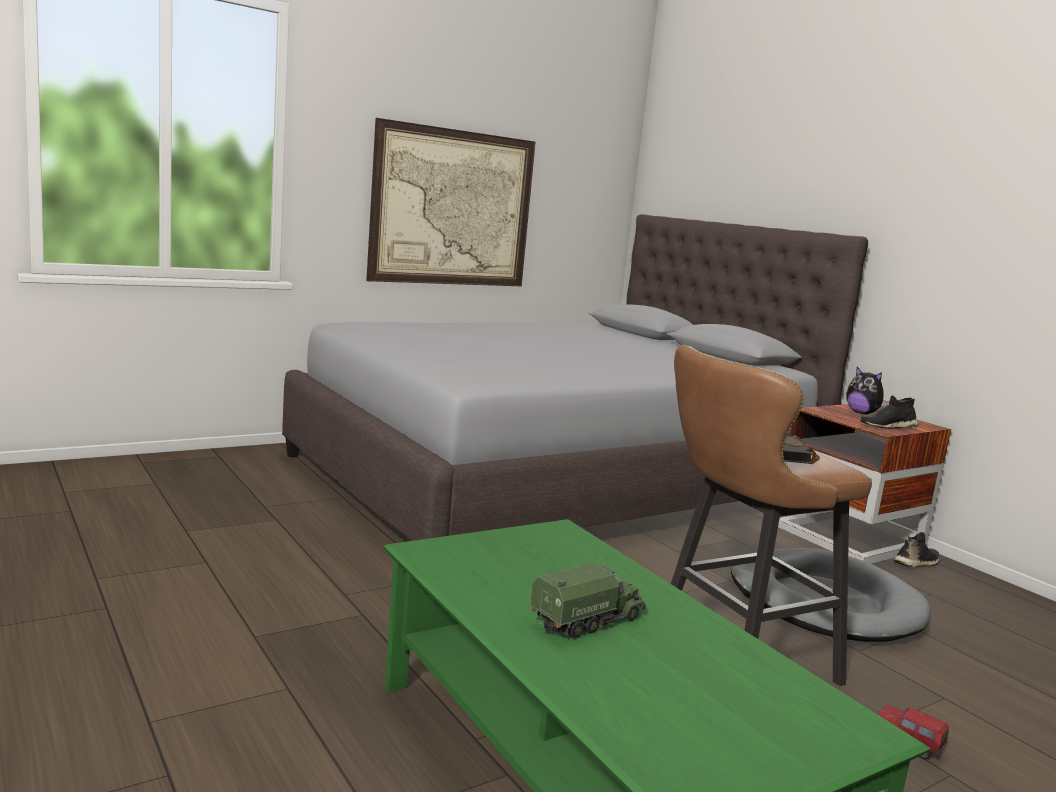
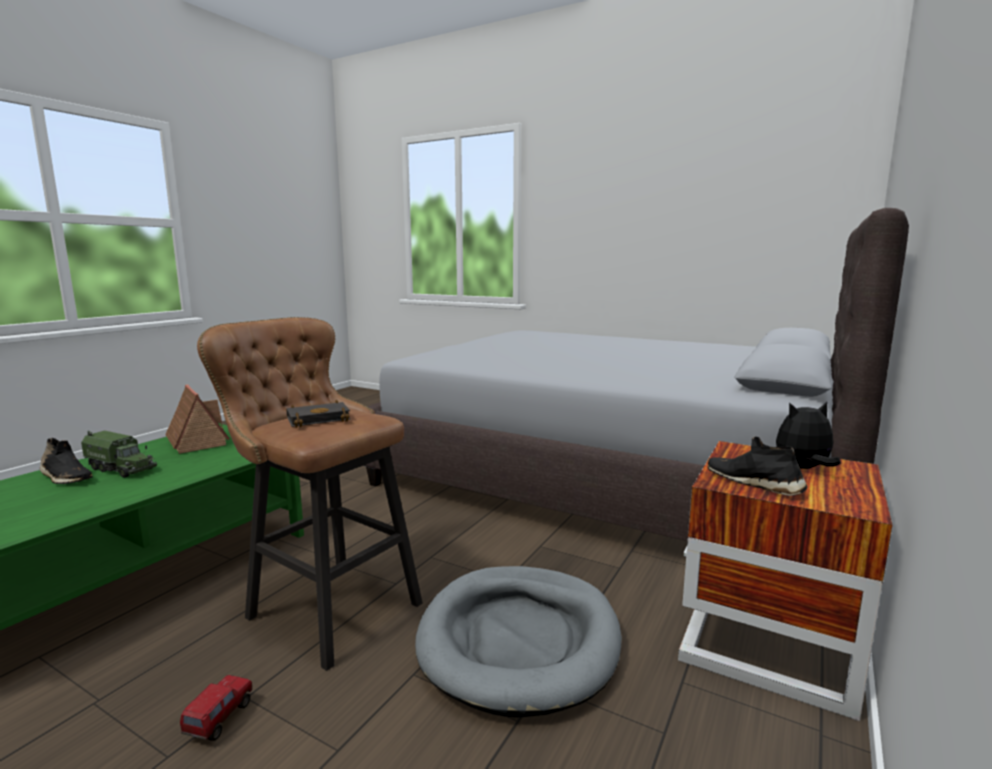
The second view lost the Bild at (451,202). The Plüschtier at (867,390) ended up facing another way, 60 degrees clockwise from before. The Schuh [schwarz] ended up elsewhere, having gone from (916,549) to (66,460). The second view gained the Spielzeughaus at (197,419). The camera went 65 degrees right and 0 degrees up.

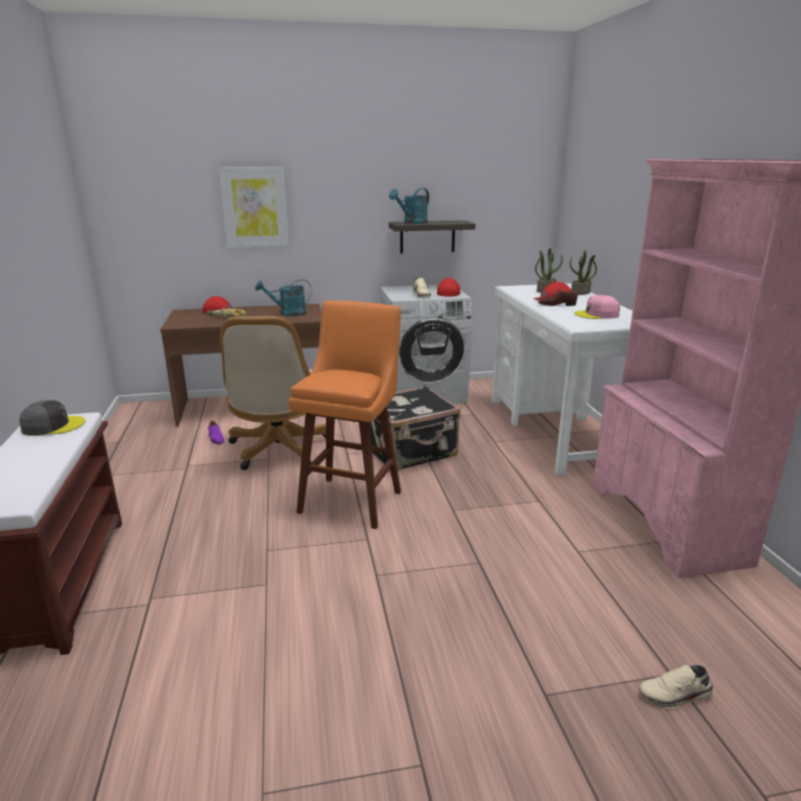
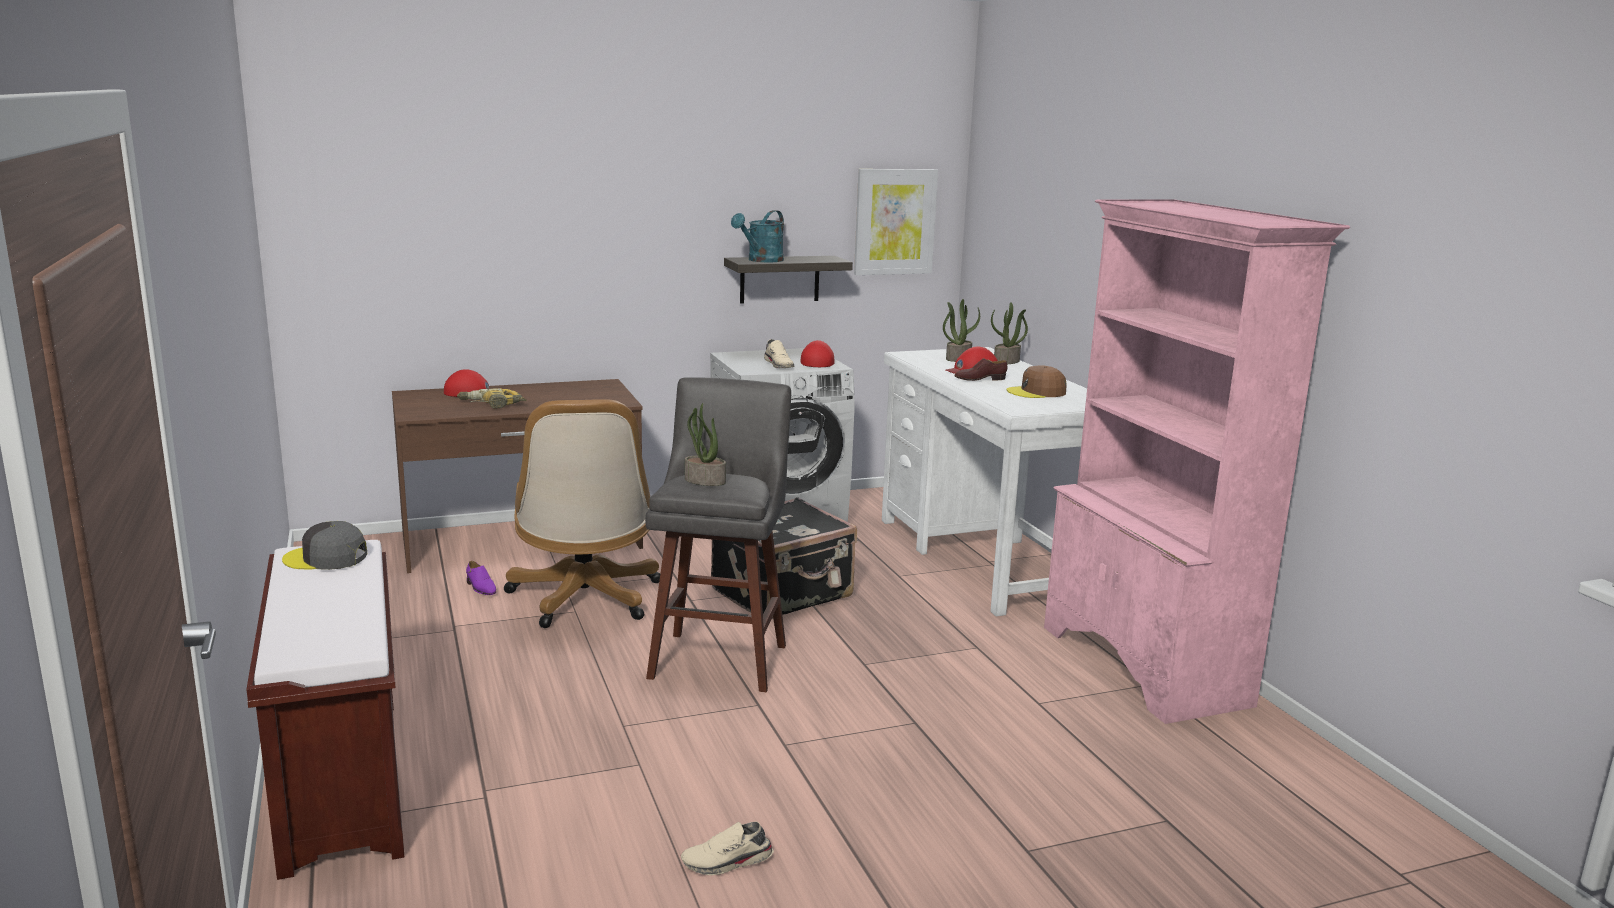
The Kappe [grau] at (52,418) ended up facing another way, 150 degrees counterclockwise from before. The Bild ended up elsewhere, having gone from (254,207) to (896,222). The second view lost the Gießkanne [türkis] at (283,297). What was the Hocker [orange] at (344,414) turned into the Hocker [grau] at (718,534). What was the Kappe [rosa] at (597,307) turned into the Kappe [braun] at (1036,381). The Schuh [beige] ended up elsewhere, having gone from (676,687) to (727,849). The second view gained the Topfpflanze at (705,444). The camera went 10 degrees left and 5 degrees down.

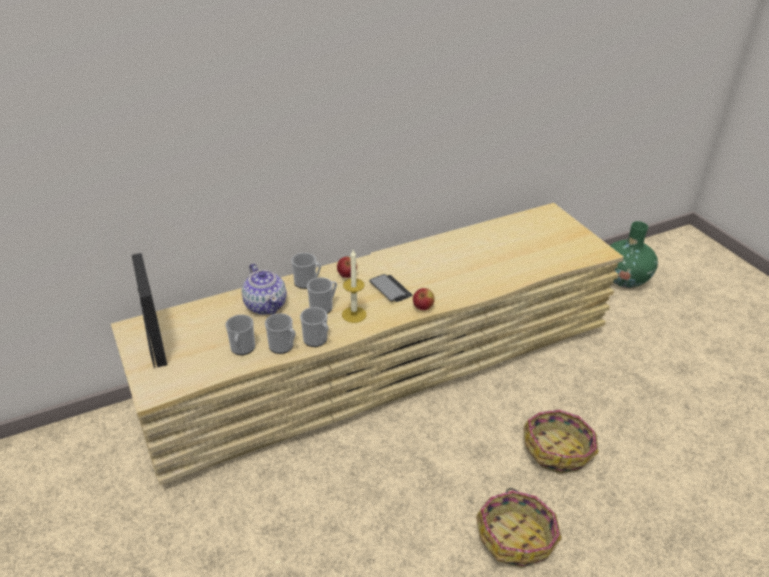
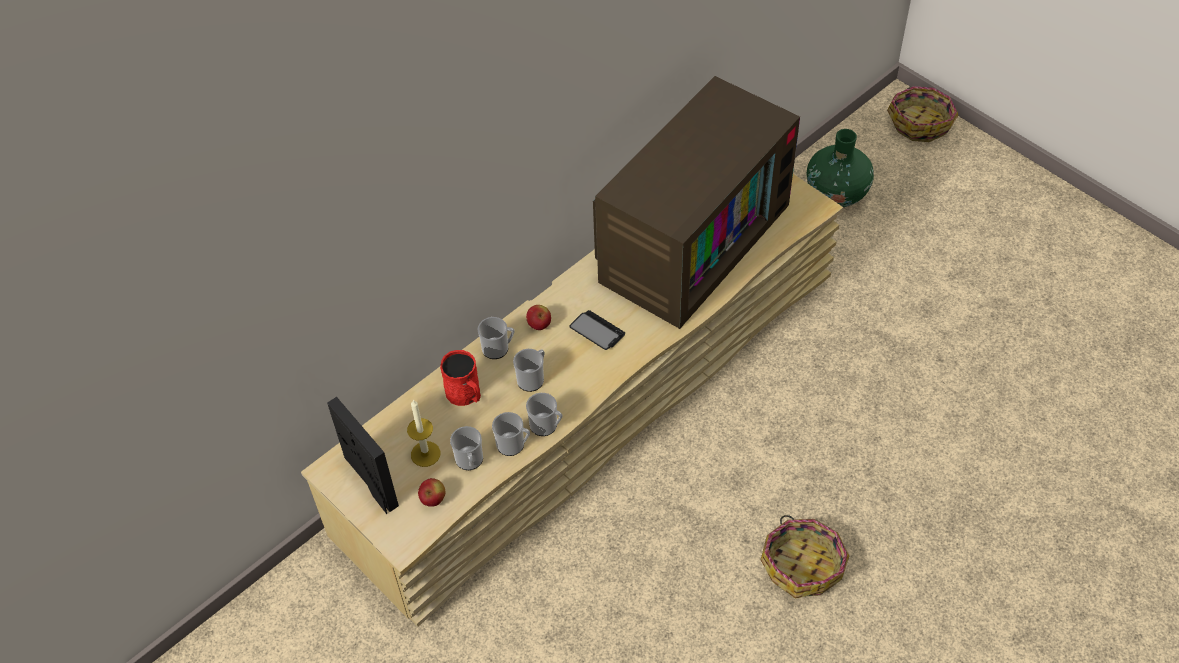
Where the Teekanne stood at (264,289), the Henkelbecher [rot] came to stand at (460,378). The Kerze ended up elsewhere, having gone from (354,286) to (423,433). The Apfel ended up elsewhere, having gone from (424,299) to (431,492). The Korb ended up elsewhere, having gone from (561,442) to (922,114). The second view gained the Fernseher at (696,202). The camera went 15 degrees left and 15 degrees up.

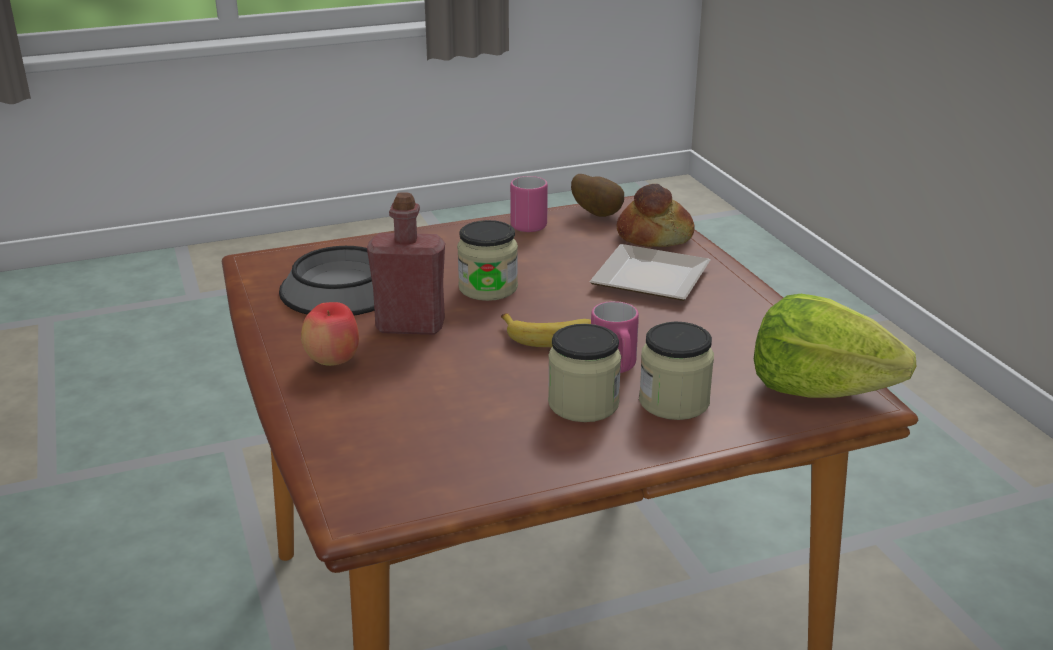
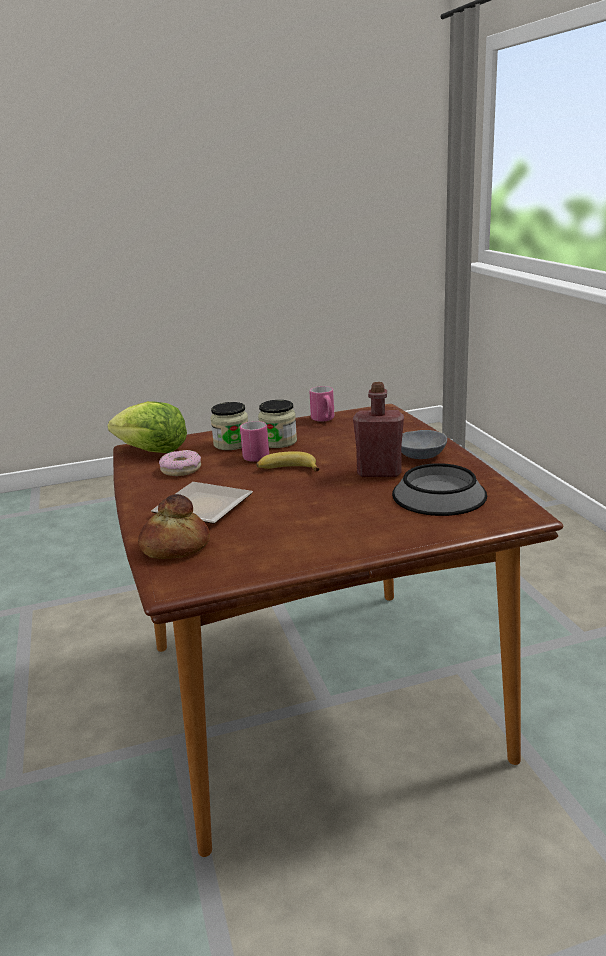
Where the Apfel stood at (330,334), the Schüssel [grau] came to stand at (424,444). The second view lost the Vorratsglas at (487,260). The Henkelbecher [rosa] ended up elsewhere, having gone from (529,204) to (322,404). The second view lost the Kartoffel at (597,195). The second view gained the Donut at (180,463). The camera went 175 degrees left and 5 degrees down.

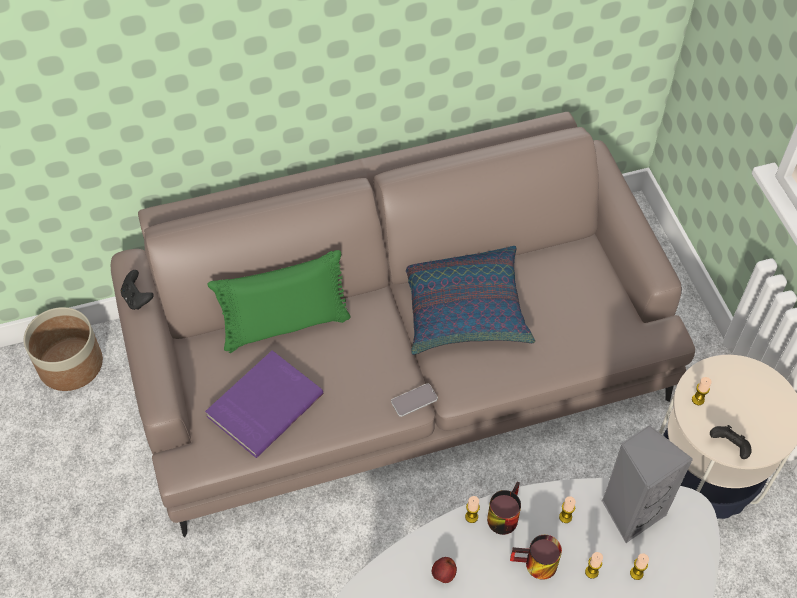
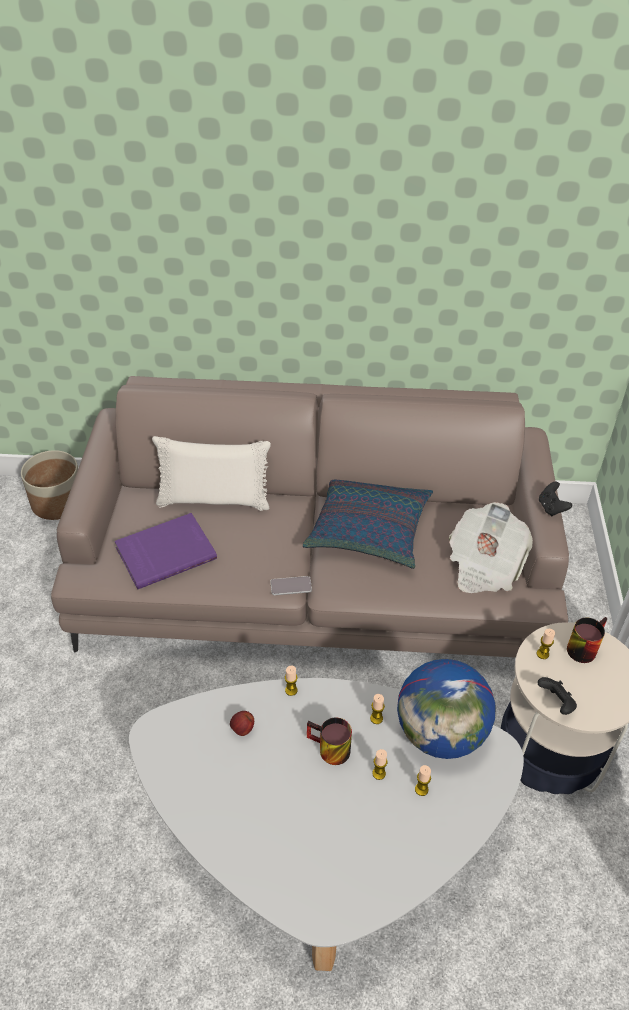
The Gamepad [schwarz] ended up elsewhere, having gone from (137,290) to (555,498). What was the Kissen [grün] at (279,301) turned into the Kissen [weiß] at (211,473). The Henkelbecher ended up elsewhere, having gone from (504,508) to (587,640). Where the Lautsprecher [grau] stood at (647,484), the Globus came to stand at (446,709). The second view gained the Zeitung at (491,547). The camera went 20 degrees right and 10 degrees down.

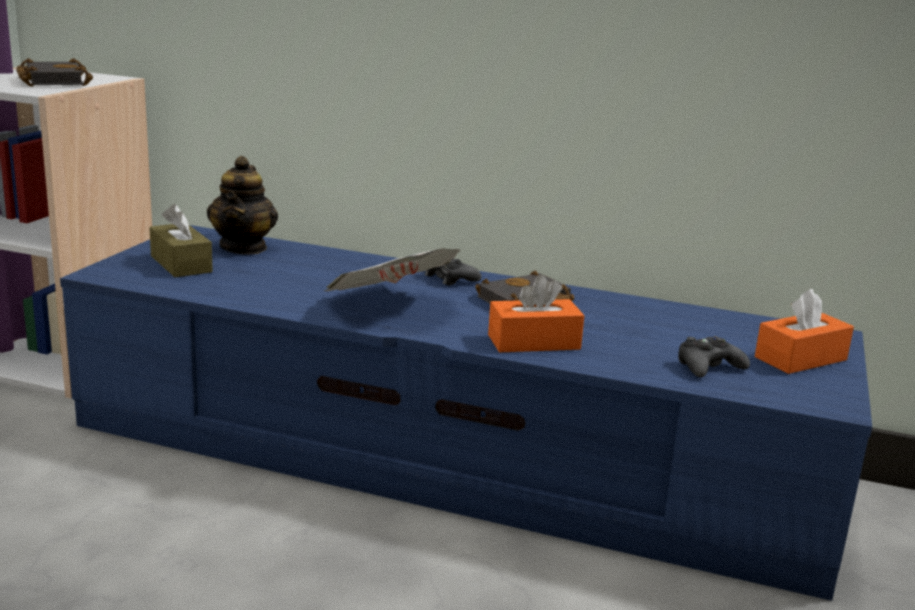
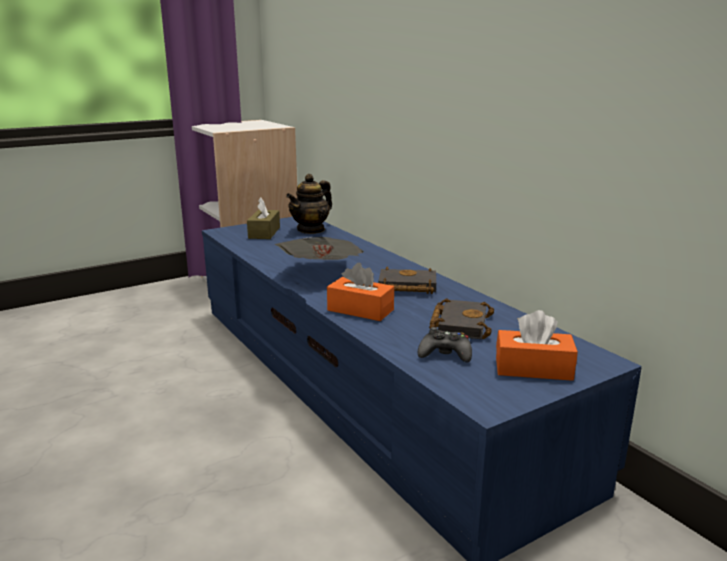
The Buch [schwarz] ended up elsewhere, having gone from (54,72) to (461,318). The second view lost the Gamepad [schwarz] at (453,272). The camera went 40 degrees right and 0 degrees up.

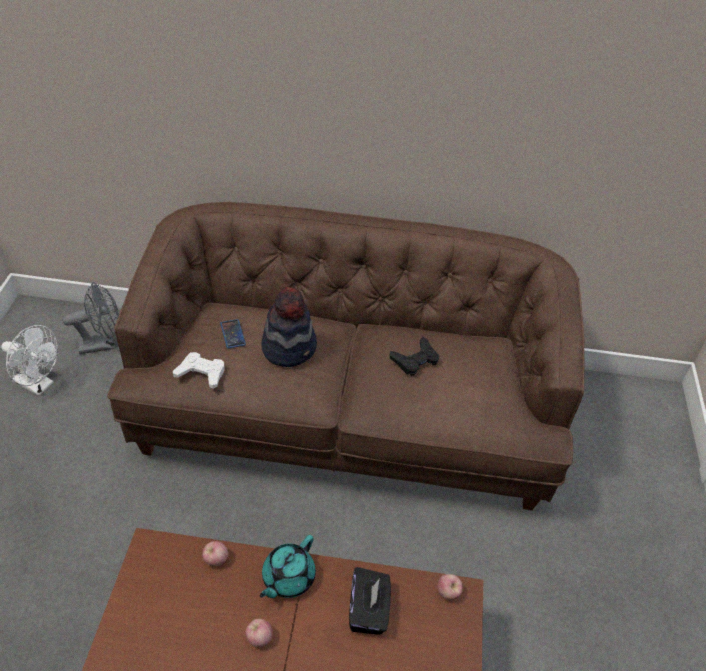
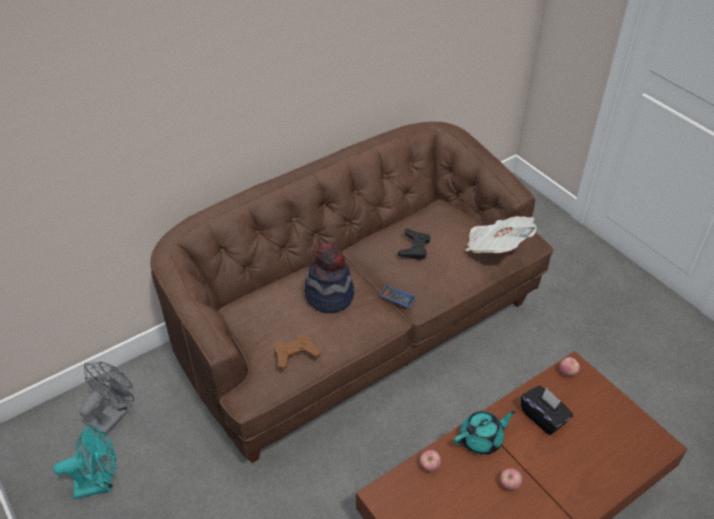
What was the Ventilator [weiß] at (29,360) turned into the Ventilator [türkis] at (84,461). What was the Gamepad [weiß] at (199,370) turned into the Gamepad [braun] at (297,352). The Handy ended up elsewhere, having gone from (233,334) to (397,296). The Teekanne [türkis] at (288,566) ended up facing another way, 105 degrees counterclockwise from before. The second view gained the Zeitung at (501,234). The camera went 40 degrees left and 0 degrees up.

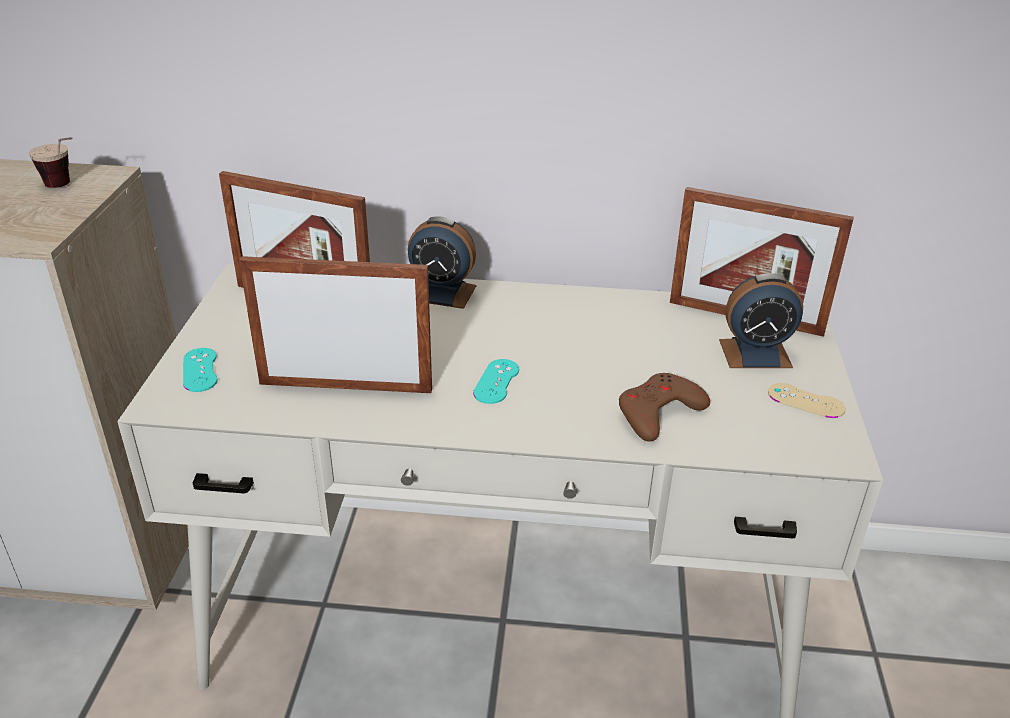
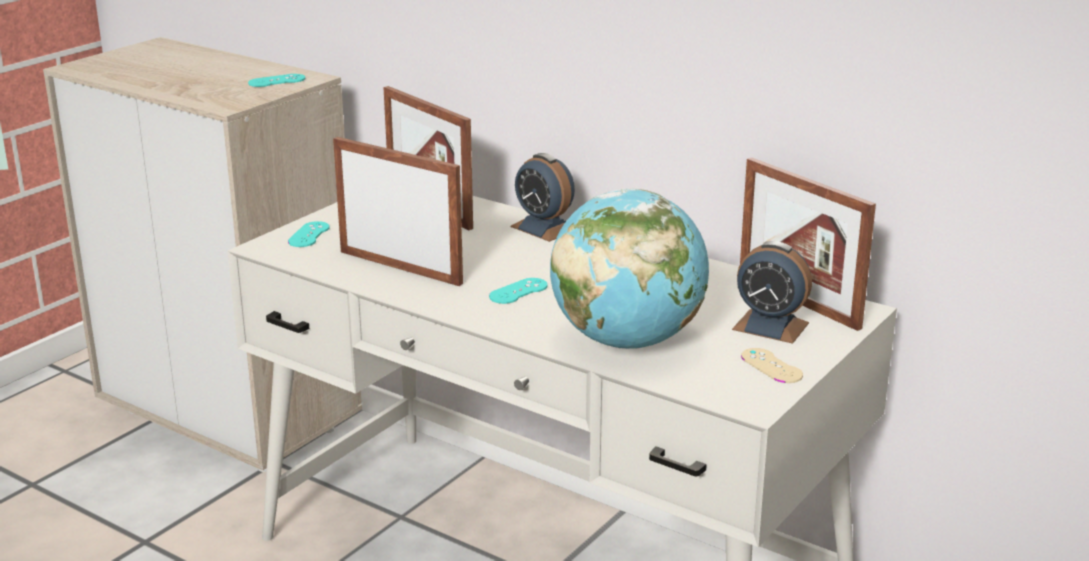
Where the Tasse stood at (51,162), the Gamepad [türkis] came to stand at (276,80). Where the Gamepad [braun] stood at (664,407), the Globus came to stand at (629,269). The camera went 30 degrees right and 10 degrees down.

